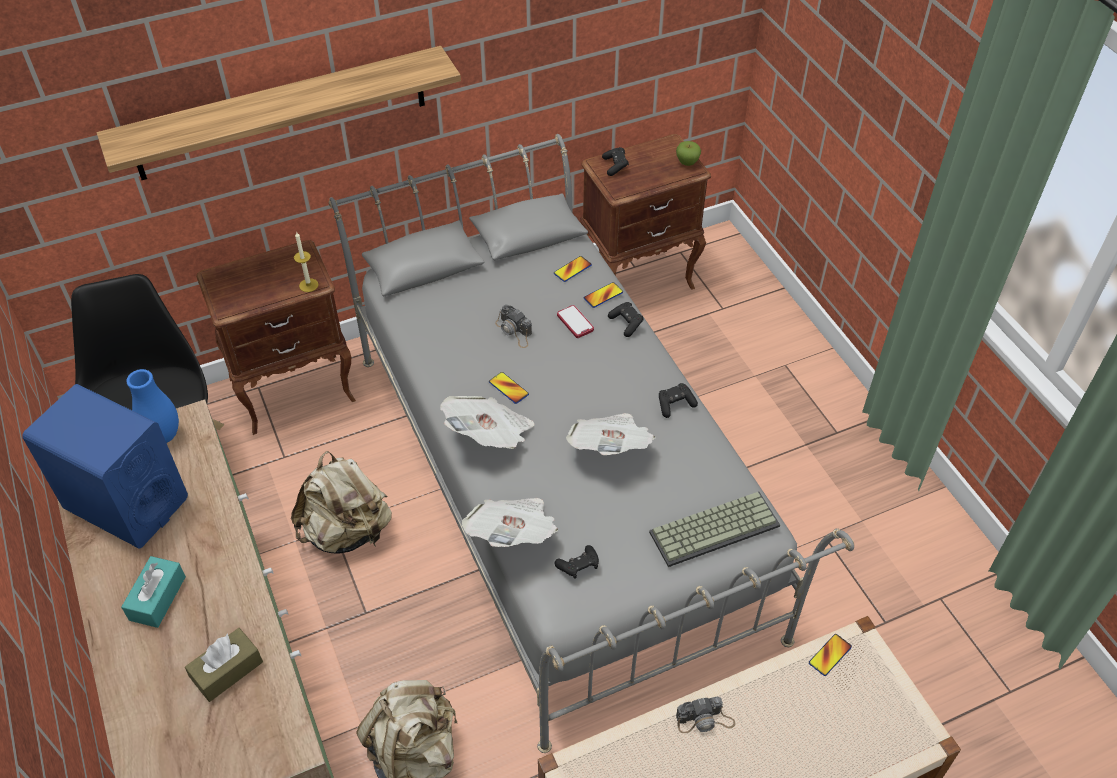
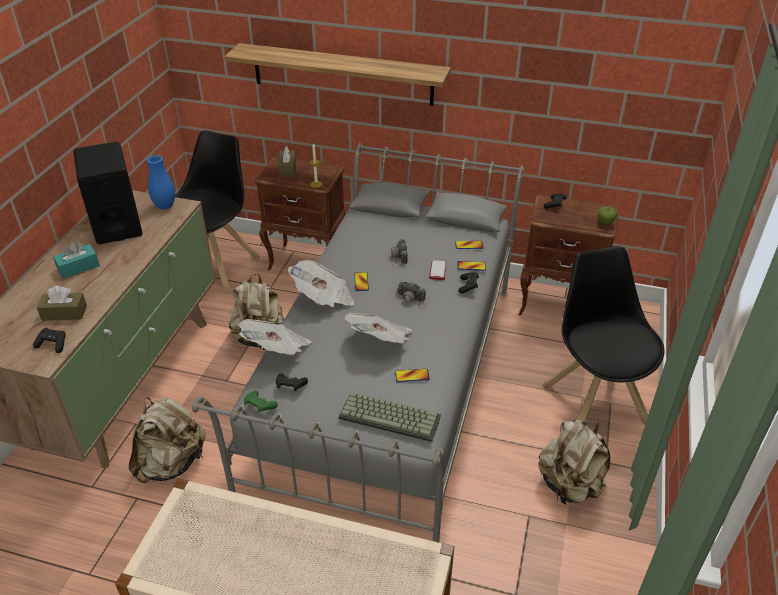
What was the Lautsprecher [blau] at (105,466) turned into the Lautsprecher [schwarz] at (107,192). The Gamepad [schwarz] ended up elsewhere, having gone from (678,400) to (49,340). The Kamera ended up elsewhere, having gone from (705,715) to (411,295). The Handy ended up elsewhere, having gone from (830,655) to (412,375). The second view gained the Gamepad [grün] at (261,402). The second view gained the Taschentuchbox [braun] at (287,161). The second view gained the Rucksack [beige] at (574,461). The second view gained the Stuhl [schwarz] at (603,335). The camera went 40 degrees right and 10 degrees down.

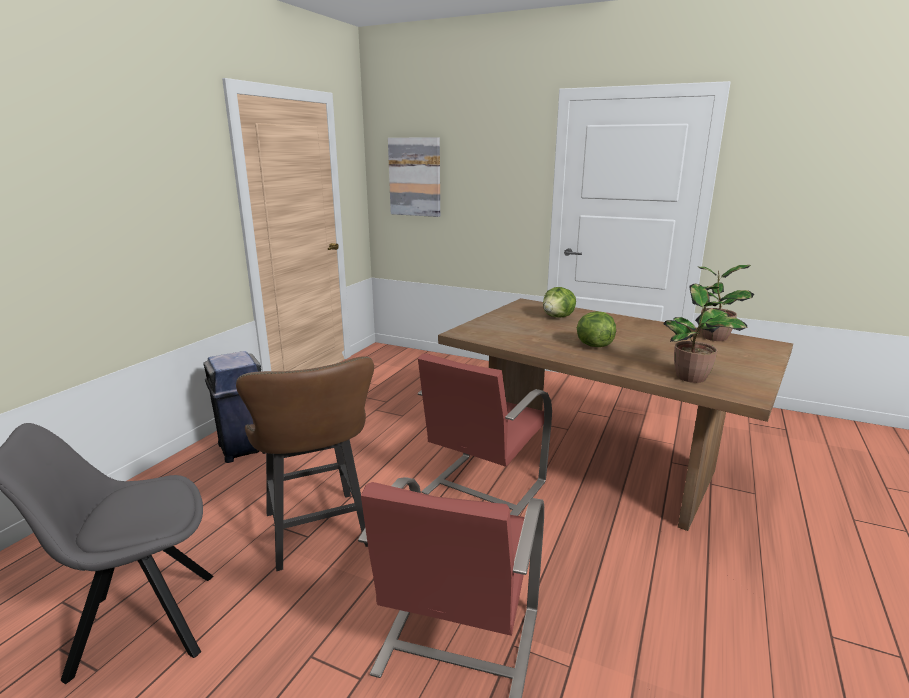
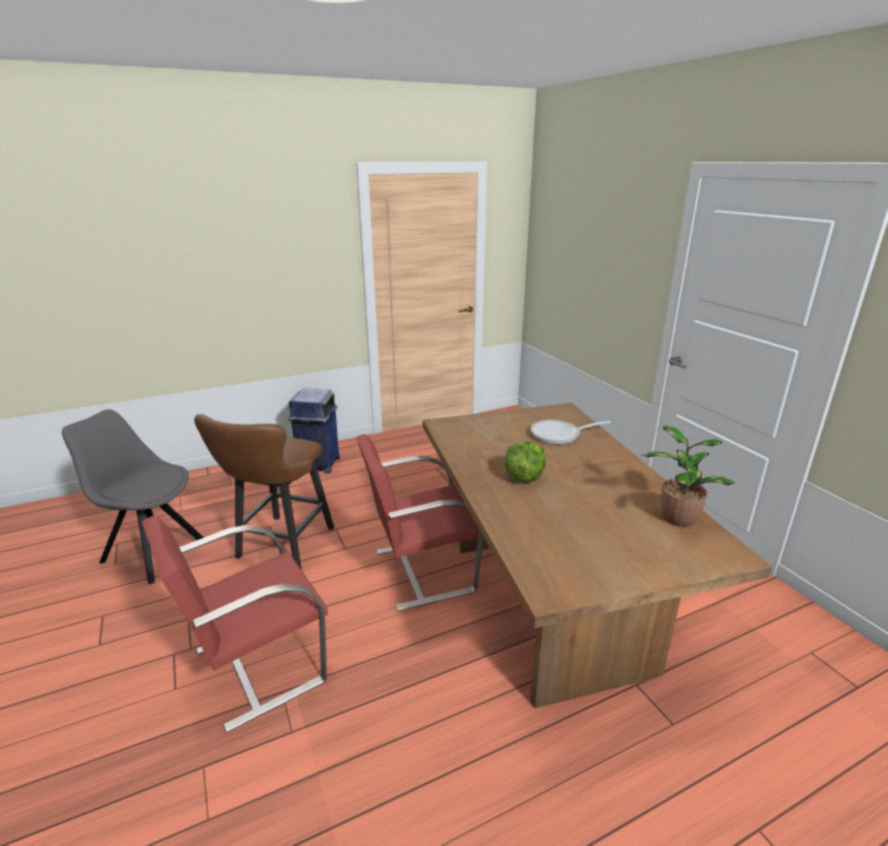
The second view lost the Bild at (414,177). Where the Salatkopf stood at (559,302), the Pfanne came to stand at (571,432). The second view lost the Topfpflanze at (705,333). The camera went 40 degrees right and 5 degrees up.

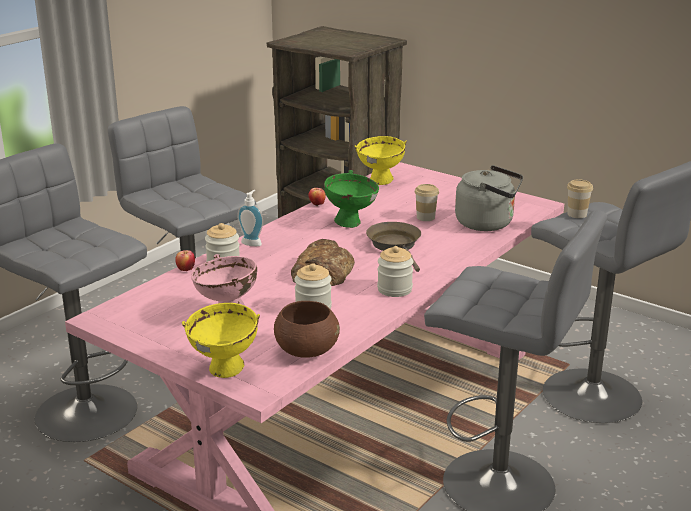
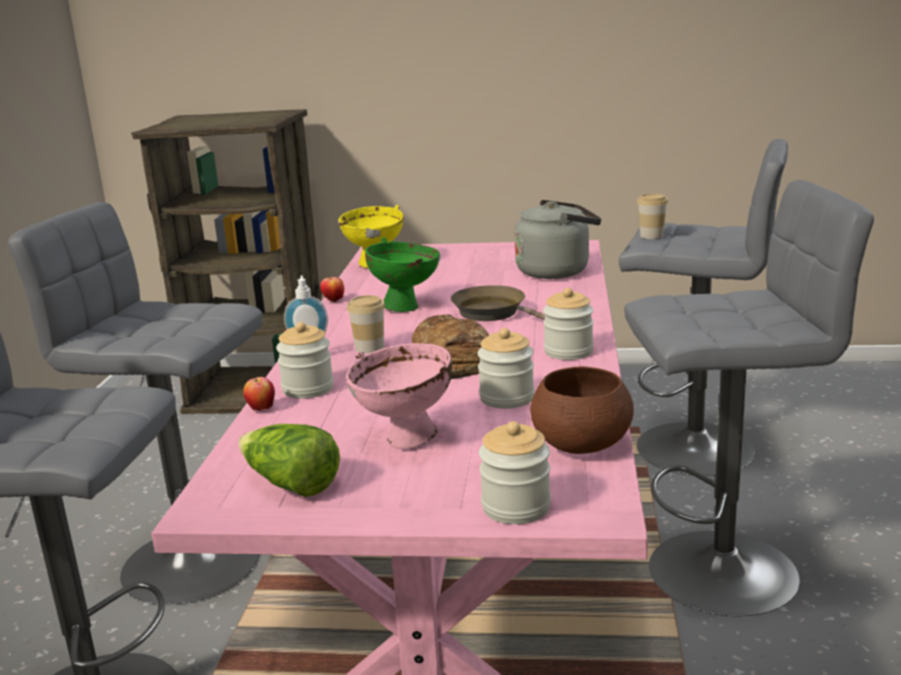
Where the Schüssel [gelb] stood at (221,340), the Vorratsglas came to stand at (515,472). The Tasse ended up elsewhere, having gone from (426,202) to (366,324). The second view gained the Salatkopf at (289,460). The camera went 30 degrees left and 5 degrees down.

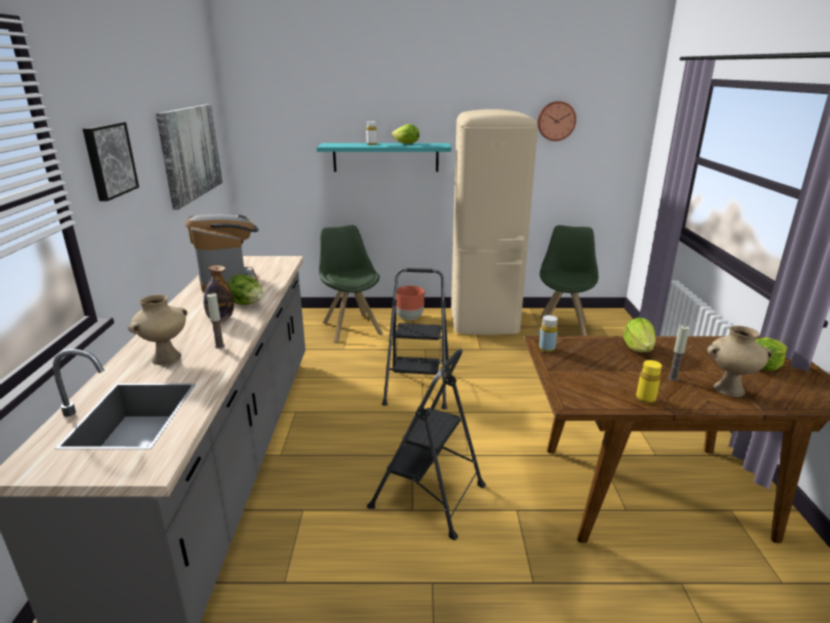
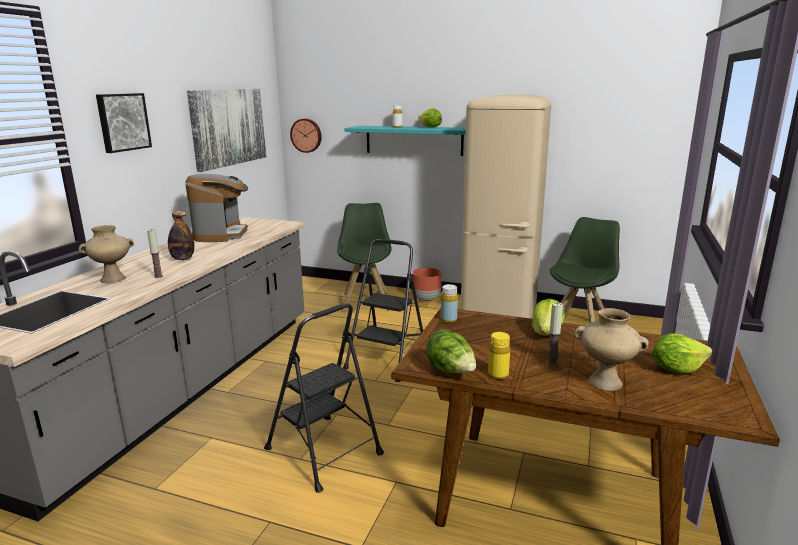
The Salatkopf ended up elsewhere, having gone from (245,289) to (451,351). The Wanduhr ended up elsewhere, having gone from (556,121) to (306,136). The camera went 20 degrees right and 5 degrees down.

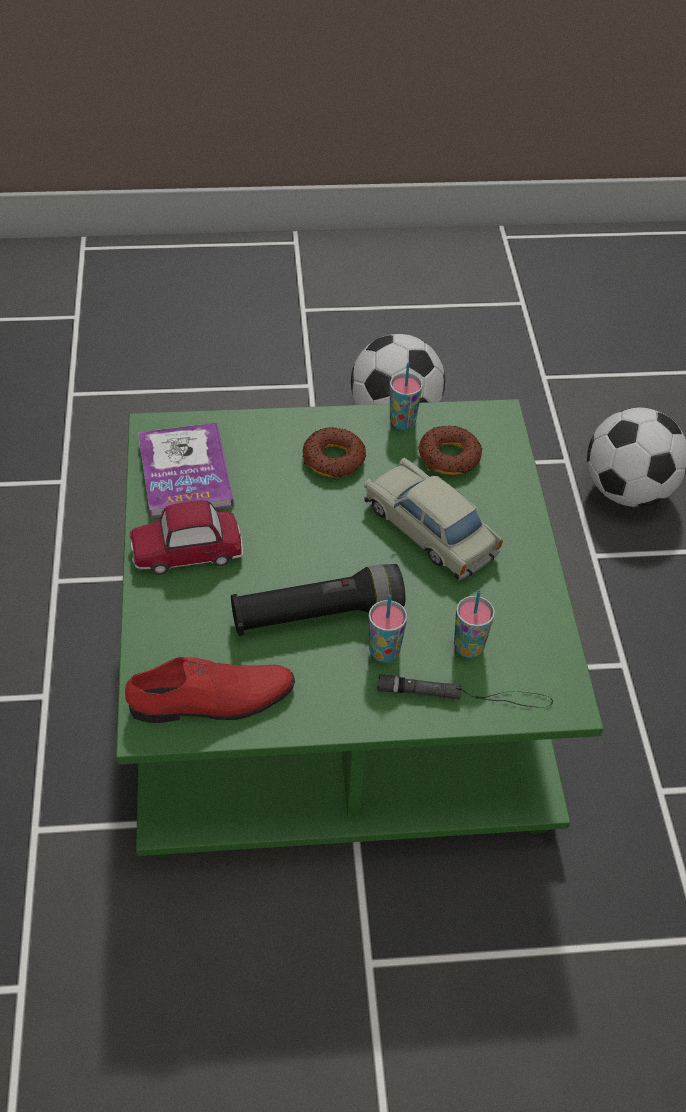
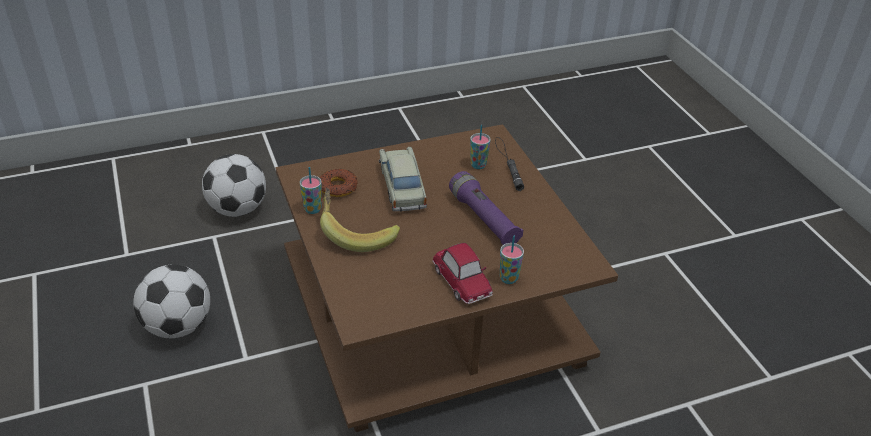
What was the Couchtisch [grün] at (360,628) turned into the Couchtisch [braun] at (447,278). The second view lost the Schuh [rot] at (210,690). The second view lost the Buch at (186,470). What was the Taschenlampe [schwarz] at (318,600) turned into the Taschenlampe [lila] at (486,208). Where the Donut stood at (334,452), the Banane came to stand at (360,220). The Spielzeugauto [beige] at (433,519) ended up facing another way, 135 degrees clockwise from before. The Tasse ended up elsewhere, having gone from (388,629) to (512,260). The camera went 105 degrees left and 10 degrees down.

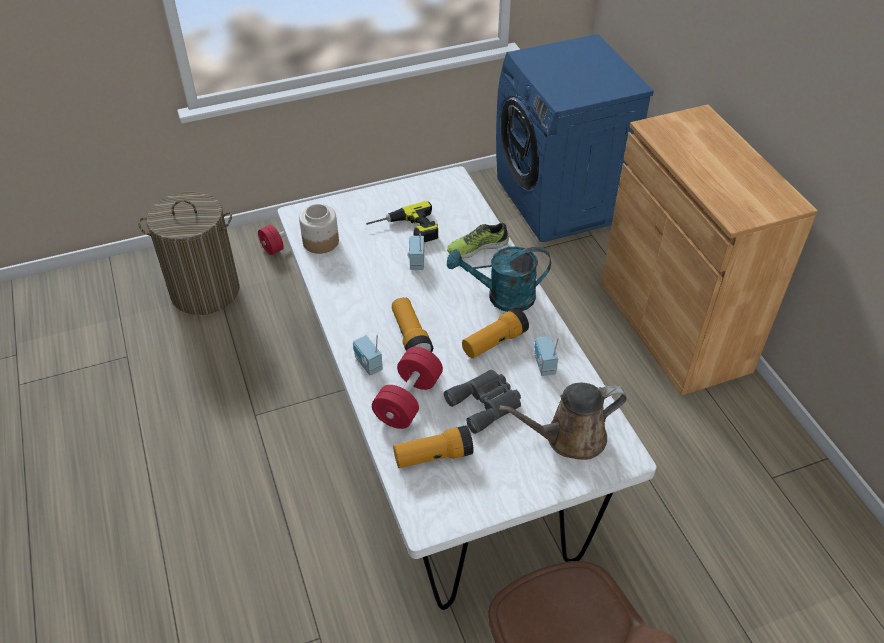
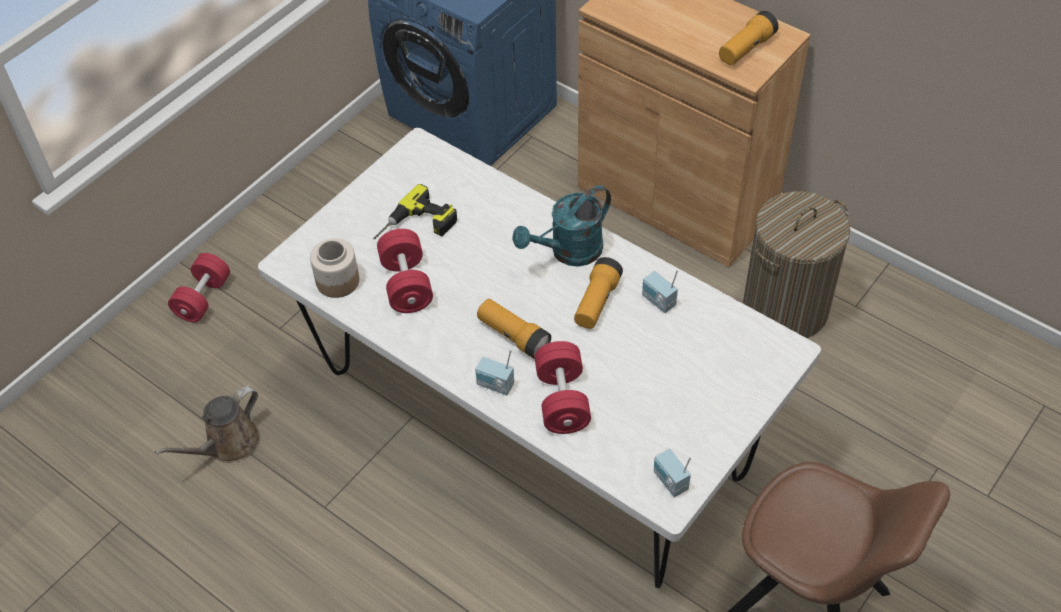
The Wäschekorb ended up elsewhere, having gone from (188,253) to (796,264). The Taschenlampe ended up elsewhere, having gone from (433,446) to (749,38). The Radio ended up elsewhere, having gone from (415,252) to (672,472). The second view lost the Fernglas [grau] at (482,402). The second view lost the Schuh at (478,240). The Gießkanne [braun] ended up elsewhere, having gone from (563,421) to (207,424). The second view gained the Hantel [rot] at (405,271). The camera went 30 degrees left and 5 degrees up.

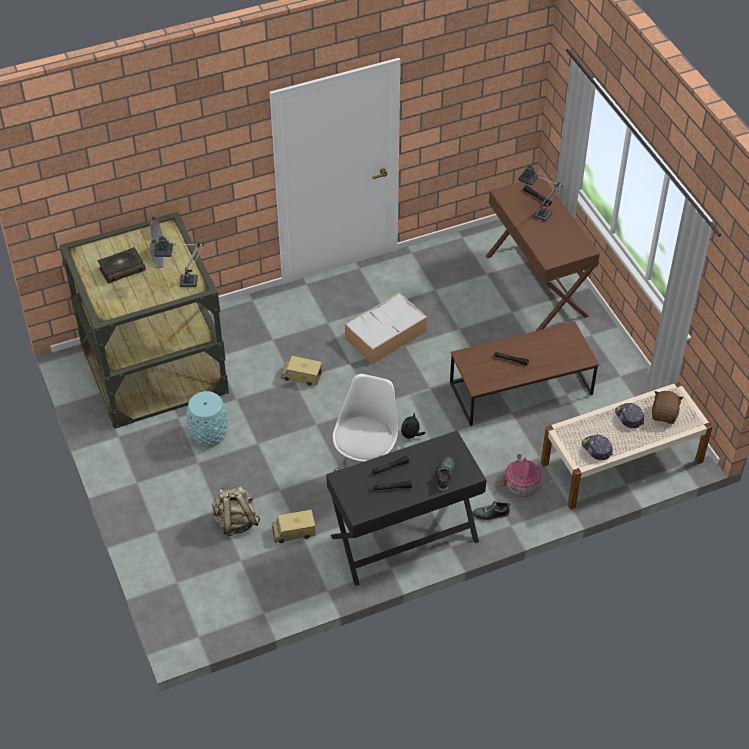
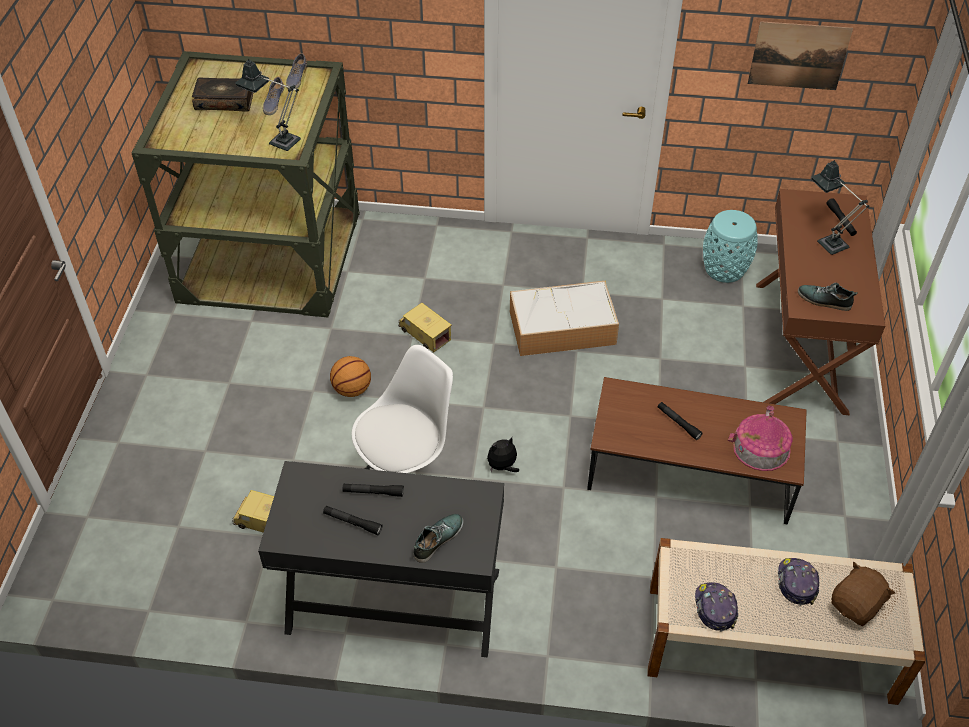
The Hocker [türkis] ended up elsewhere, having gone from (207,419) to (730,246). The second view lost the Rucksack [beige] at (236,511). The Schuh ended up elsewhere, having gone from (491,510) to (828,297). The Spielzeughaus ended up elsewhere, having gone from (520,475) to (760,438). The second view gained the Basketball at (350,376). The second view gained the Bild at (800,55). The camera went 30 degrees right and 0 degrees up.

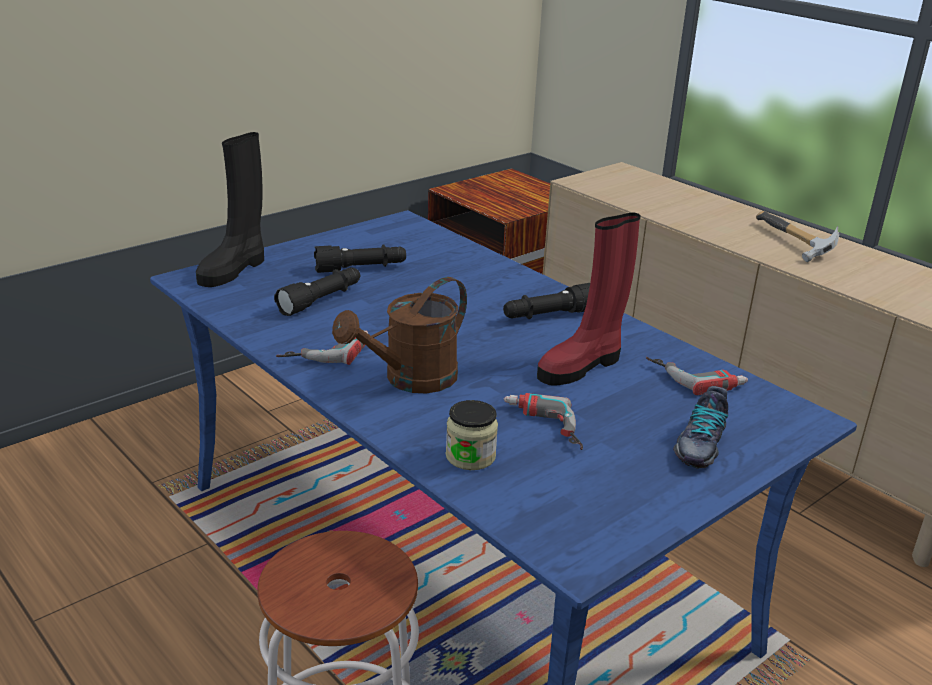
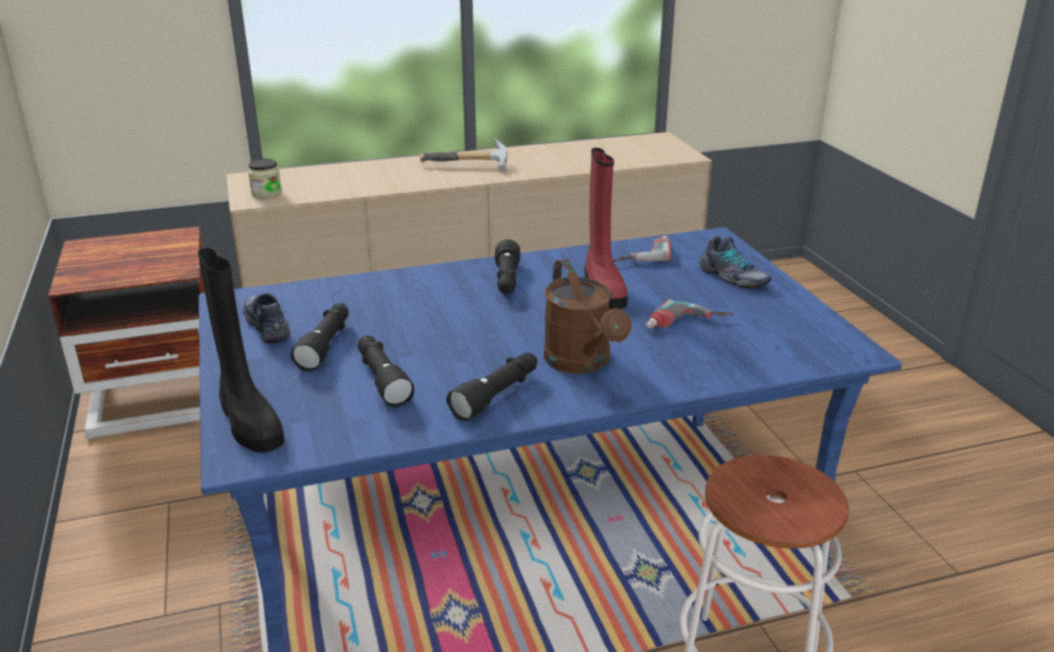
Where the Bohrmaschine stood at (322,347), the Taschenlampe [schwarz] came to stand at (491,387). The Vorratsglas ended up elsewhere, having gone from (472,435) to (265,178). The second view gained the Schuh at (266,318). The camera went 65 degrees left and 0 degrees up.

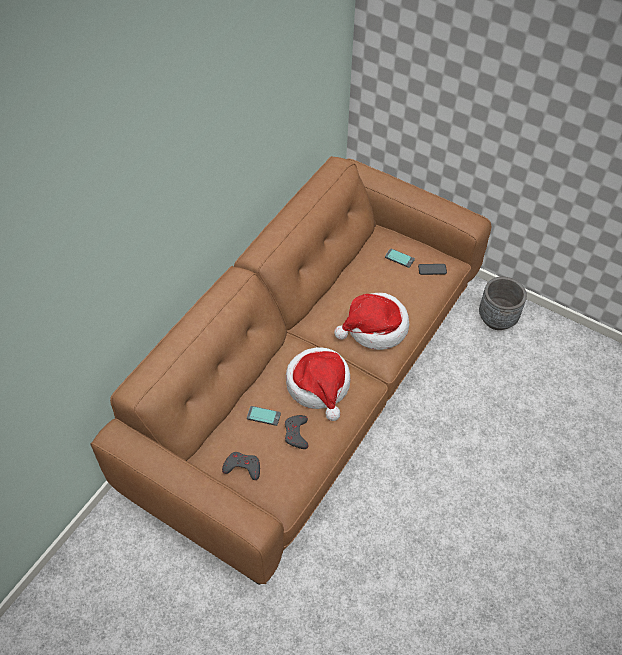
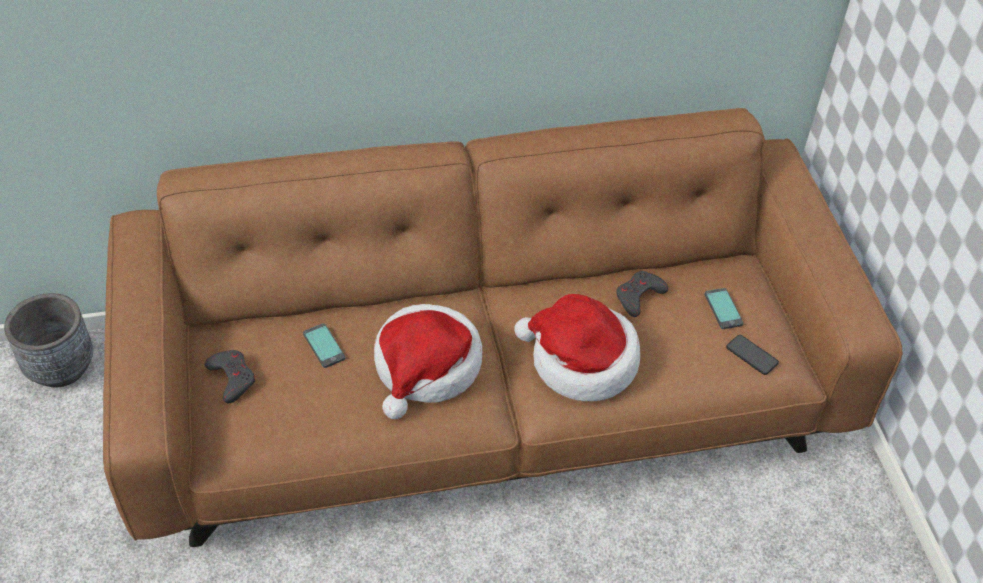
The Gamepad [grau] ended up elsewhere, having gone from (297,432) to (642,294). The Pflanzkübel [grau] ended up elsewhere, having gone from (503,303) to (48,340). The camera went 45 degrees right and 5 degrees down.

